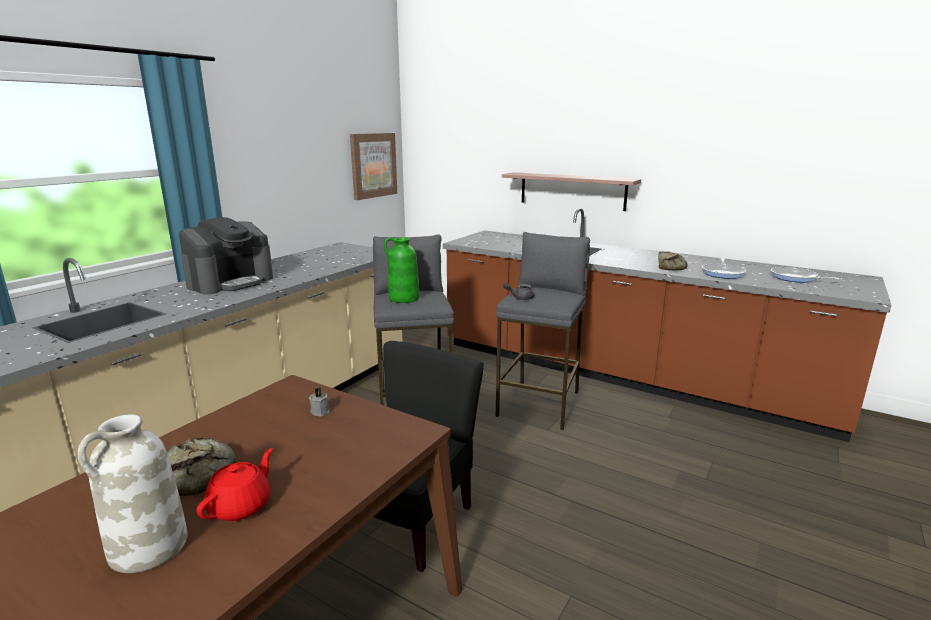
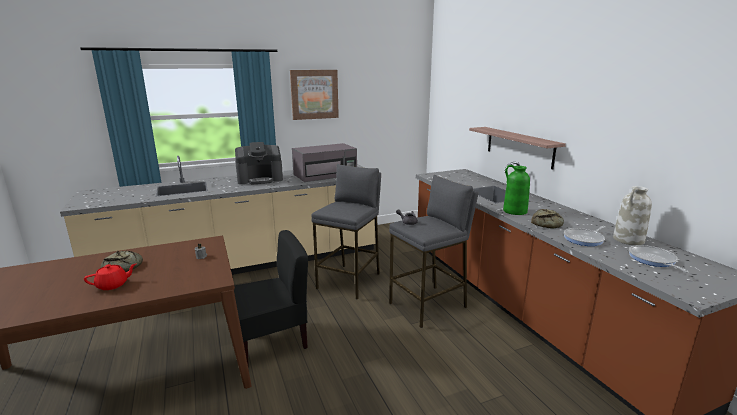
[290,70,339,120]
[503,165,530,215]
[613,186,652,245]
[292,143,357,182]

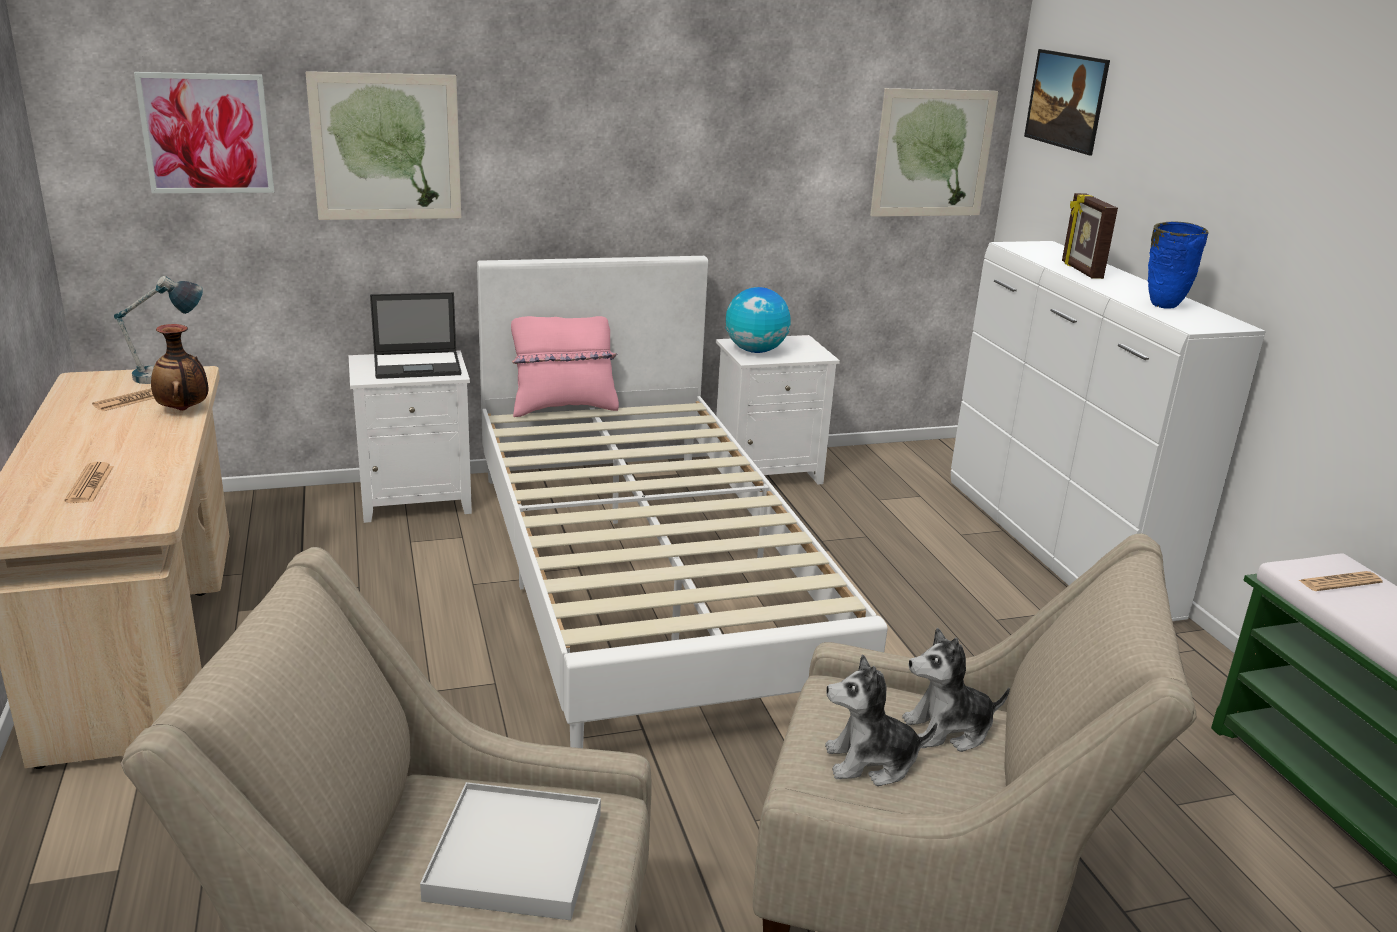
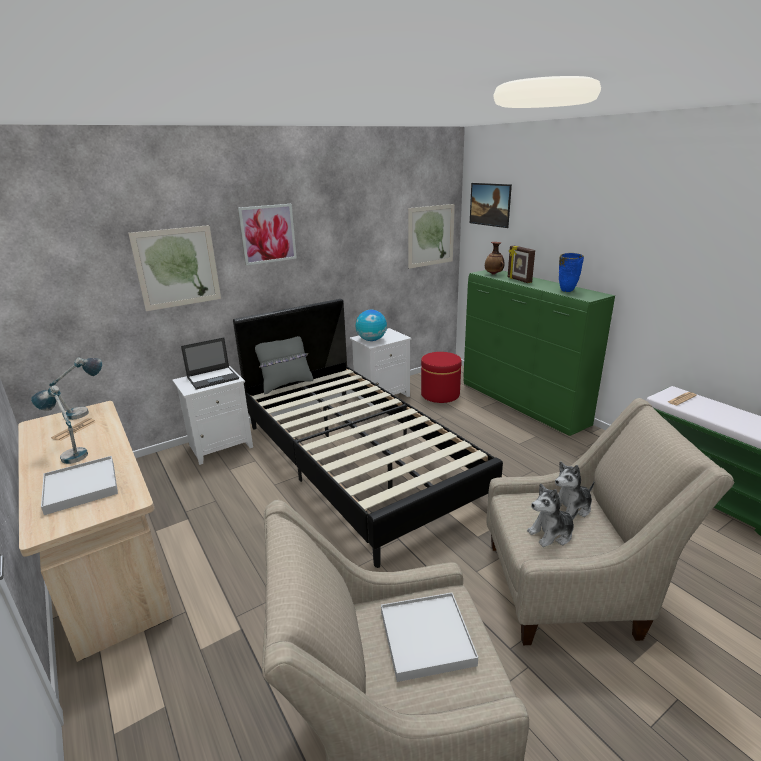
[238,204,297,265]
[463,270,615,436]
[233,299,503,568]
[255,336,313,395]
[485,242,505,275]
[41,456,118,515]
[421,352,462,403]
[31,386,88,464]

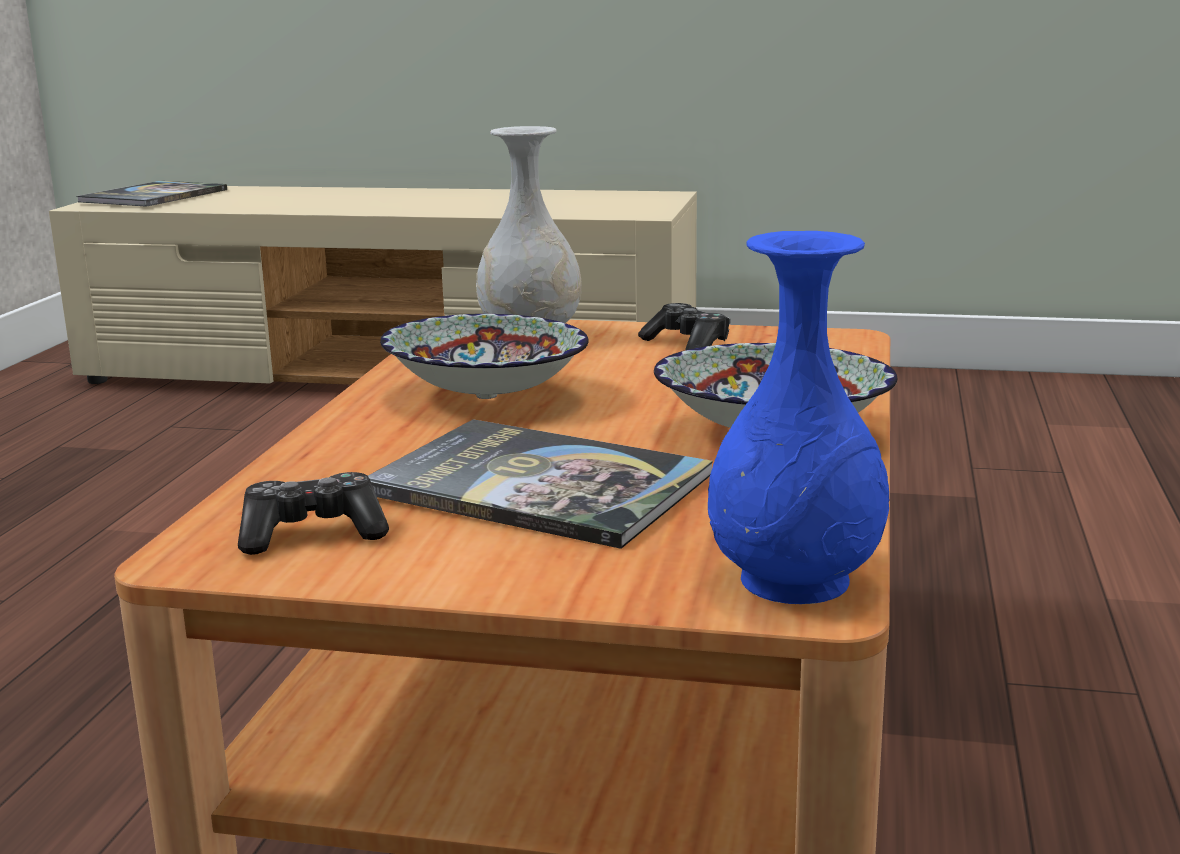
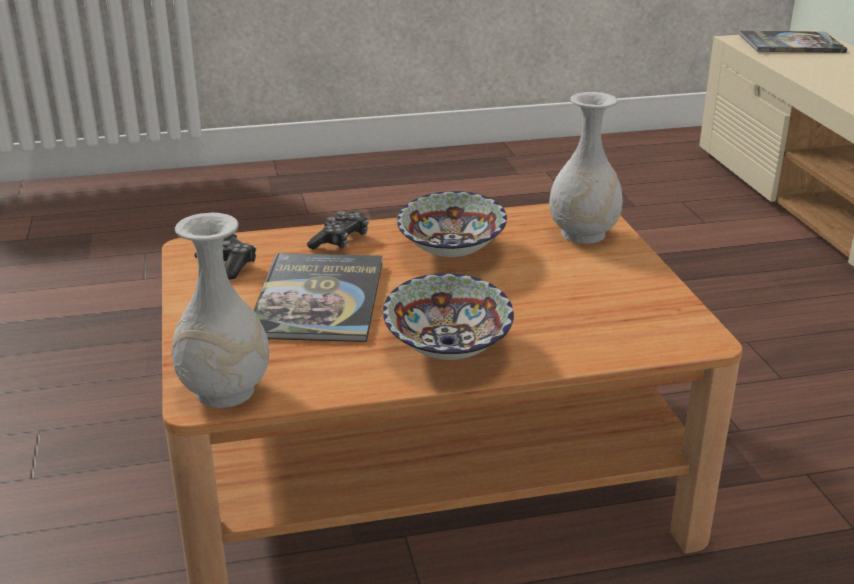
[171,213,269,408]
[307,211,369,250]

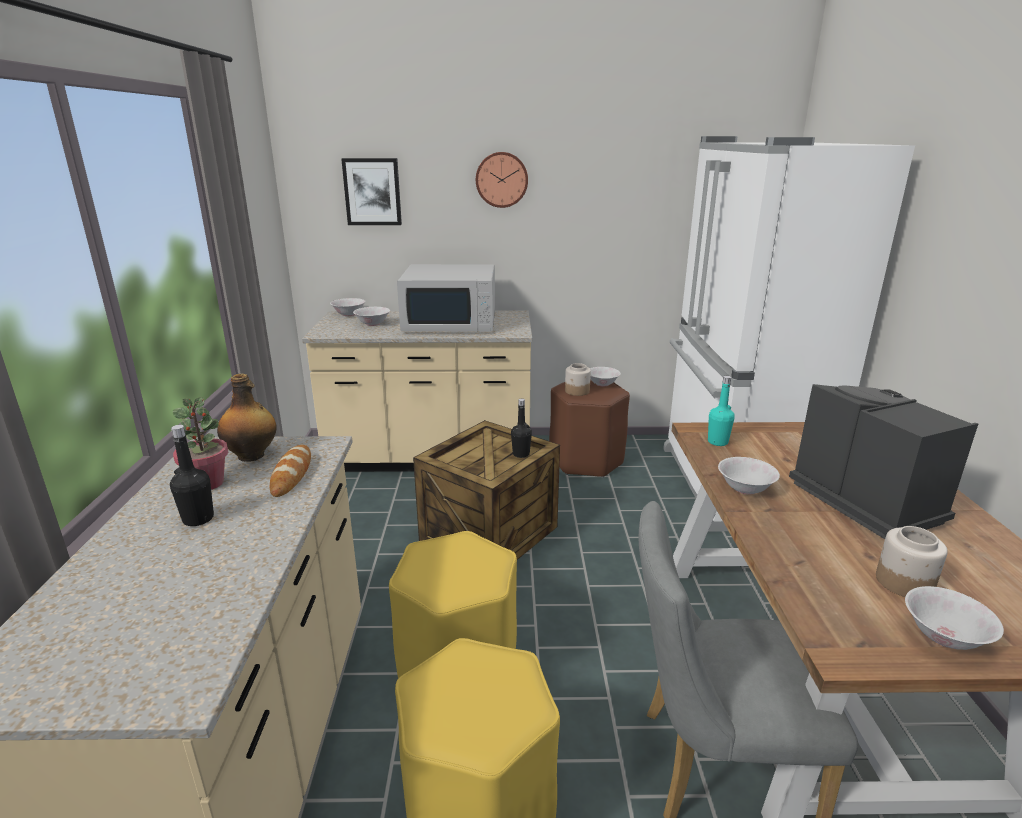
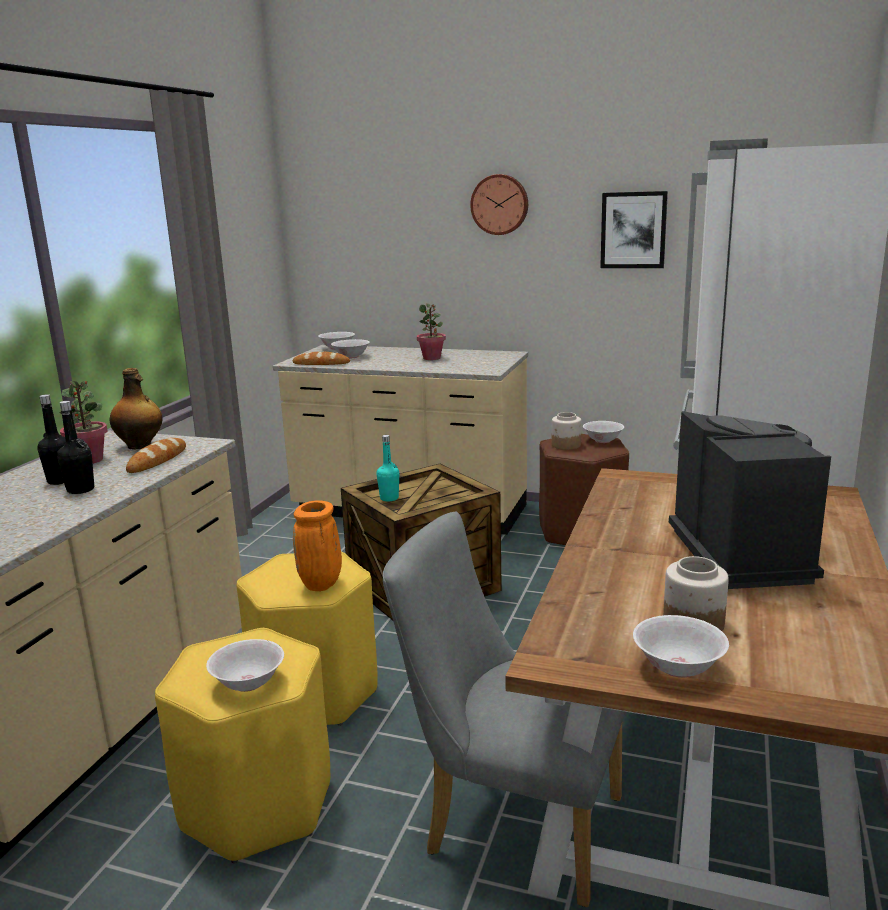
[600,191,668,268]
[417,303,446,360]
[376,435,399,502]
[57,401,94,494]
[206,639,284,692]
[293,352,350,365]
[293,500,342,591]

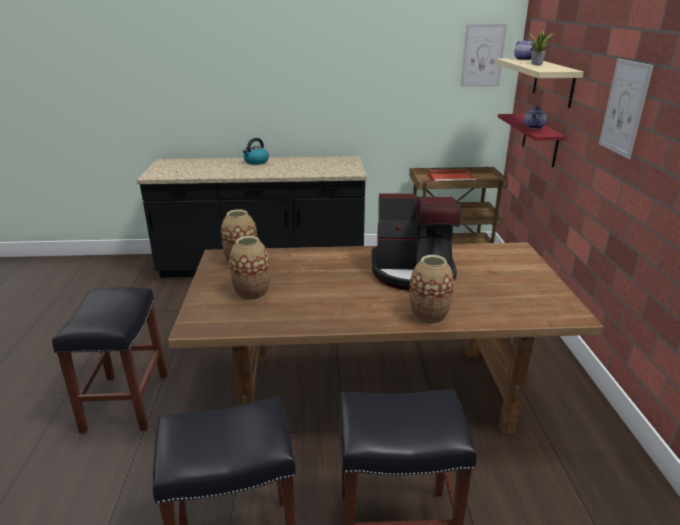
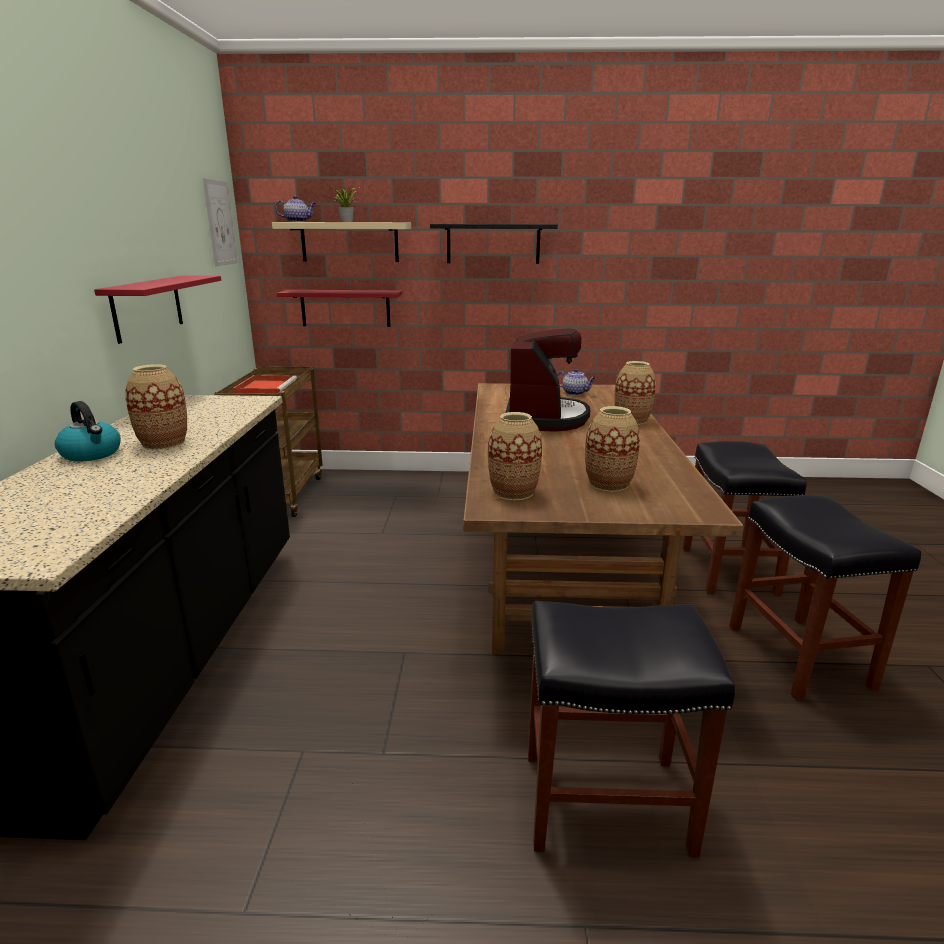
[430,224,558,264]
[557,369,596,395]
[94,275,221,344]
[126,364,187,450]

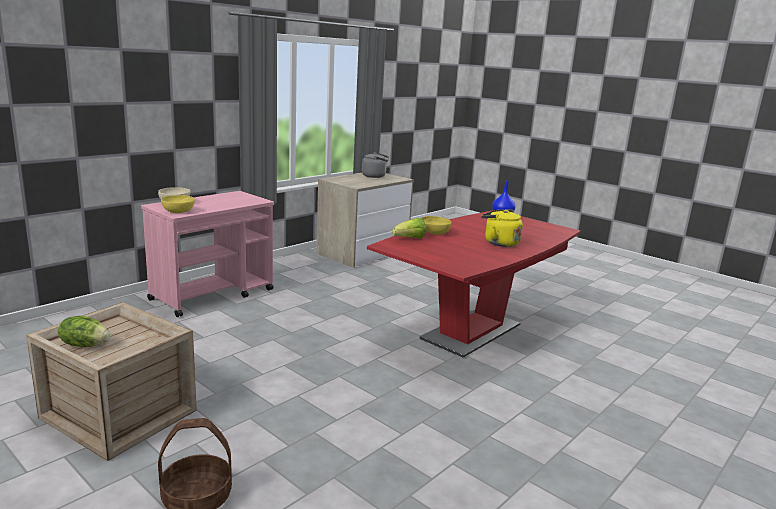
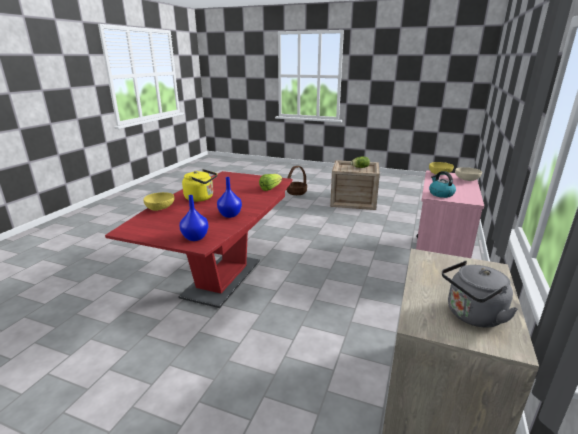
[144,192,174,211]
[429,171,456,198]
[217,177,242,218]

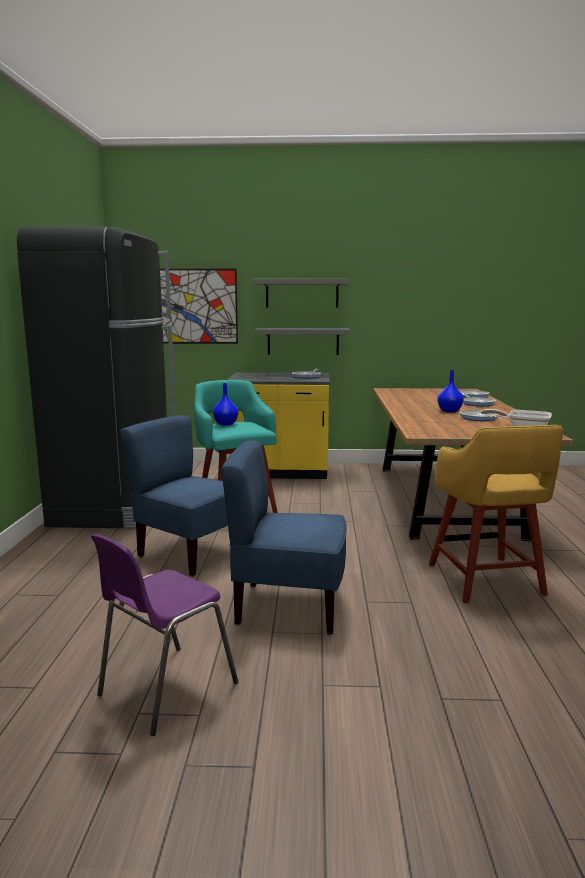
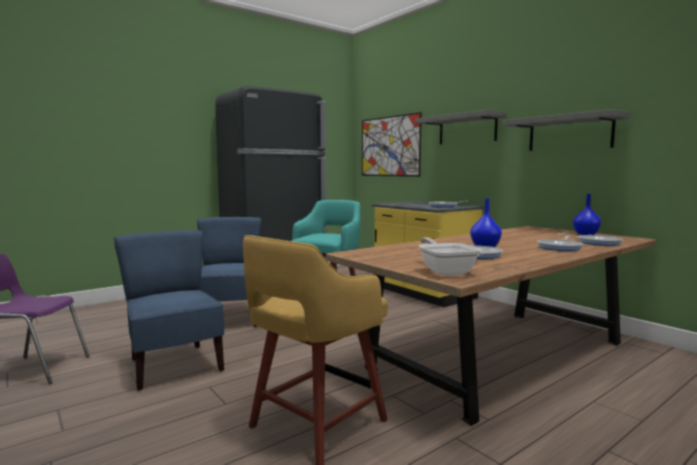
[503,109,630,151]
[573,194,601,235]

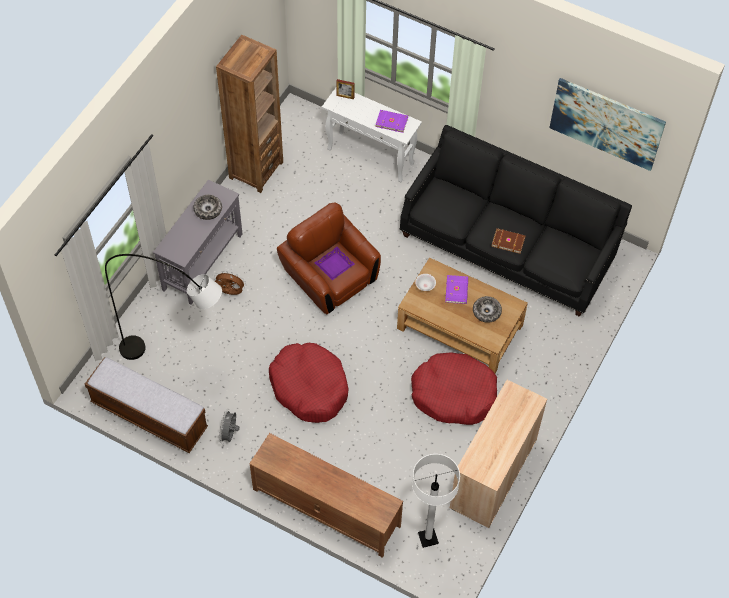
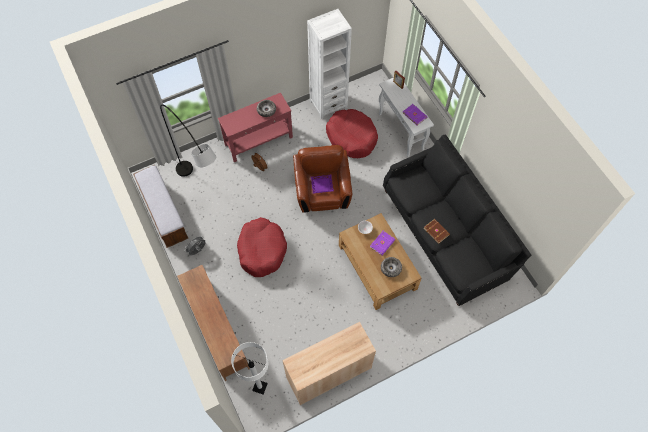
[307,9,352,119]
[549,78,666,171] (first image)
[218,93,293,162]
[326,109,378,158]

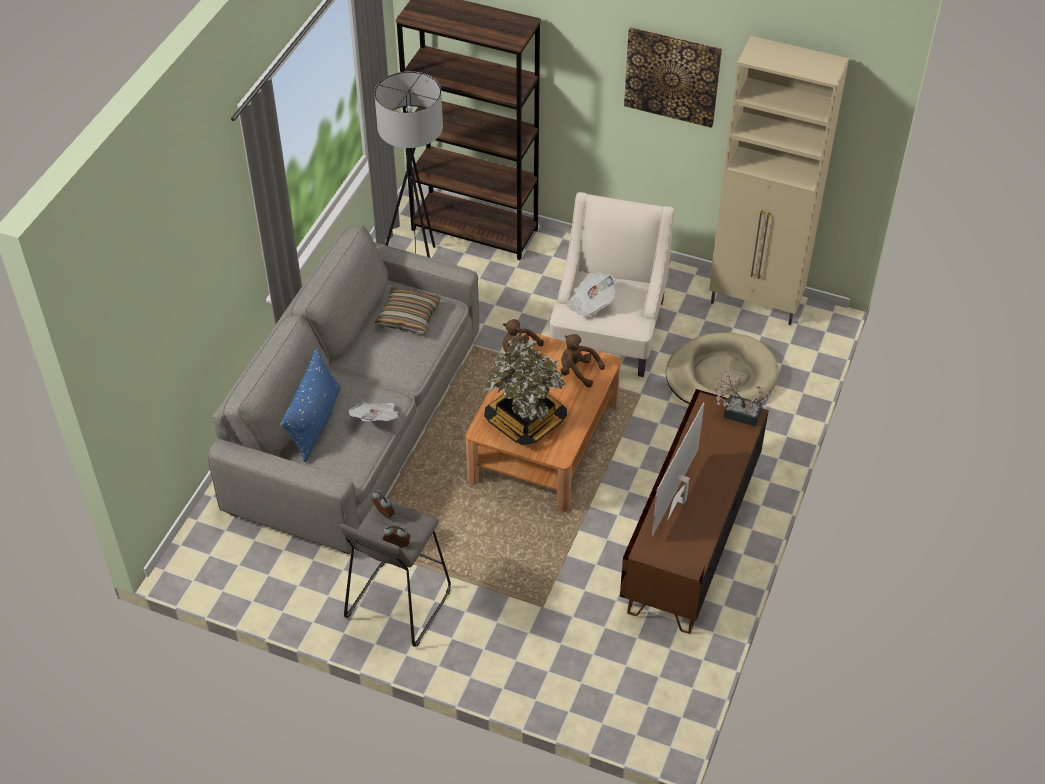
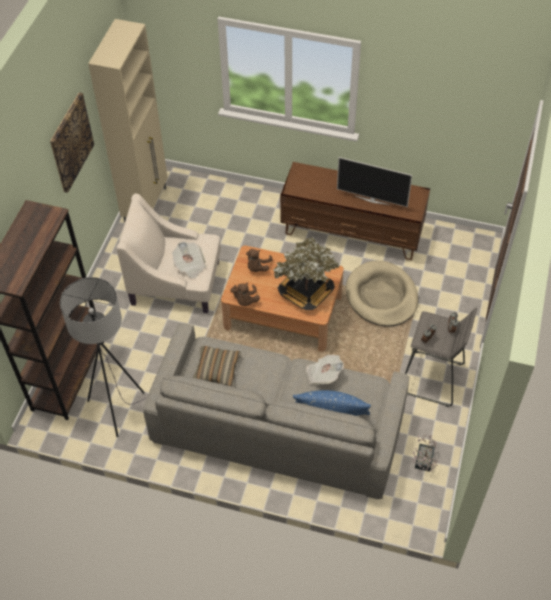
[346,260,418,327]
[412,435,440,472]

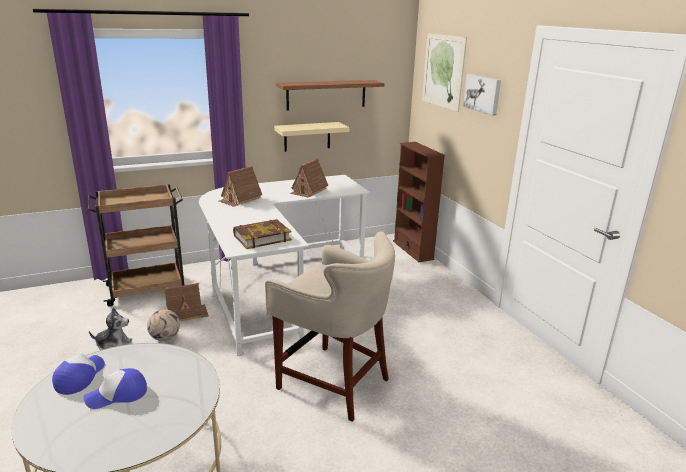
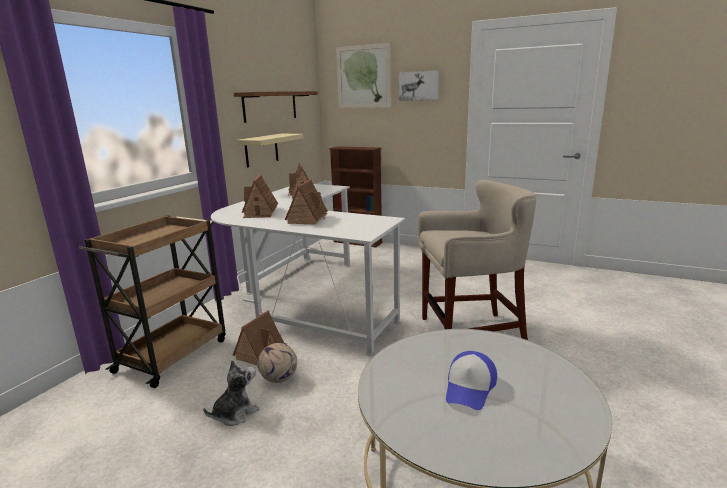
[233,219,292,249] (first image)
[52,354,105,395] (first image)
[285,179,328,224]

